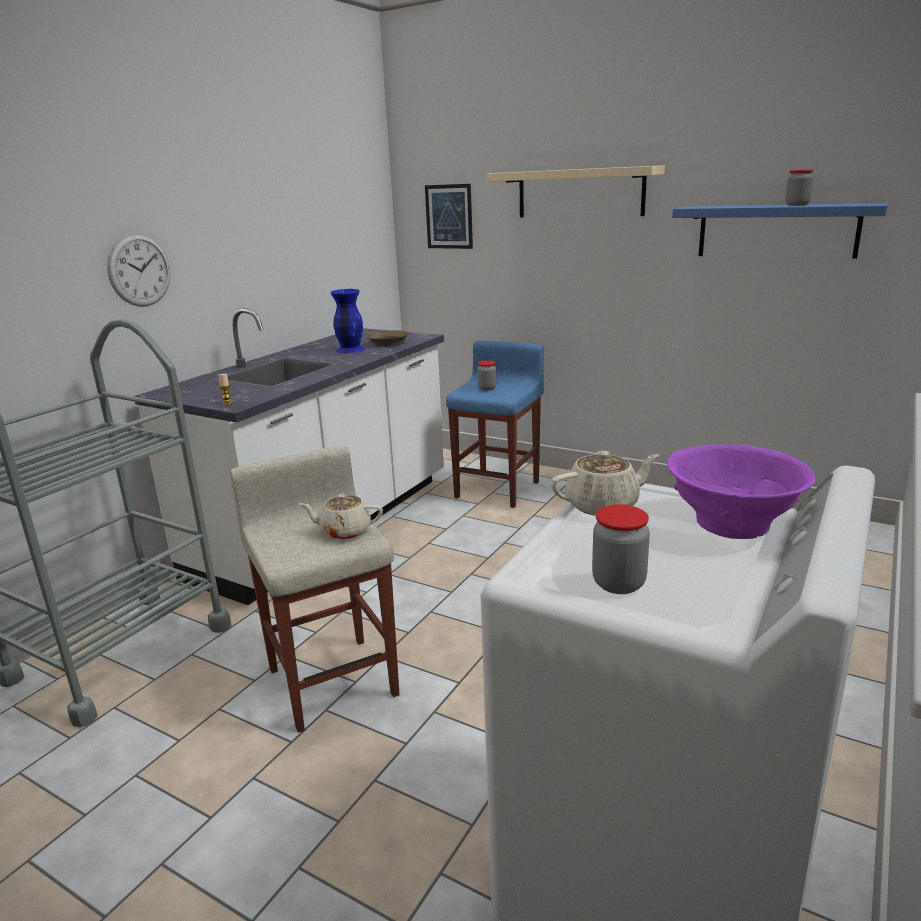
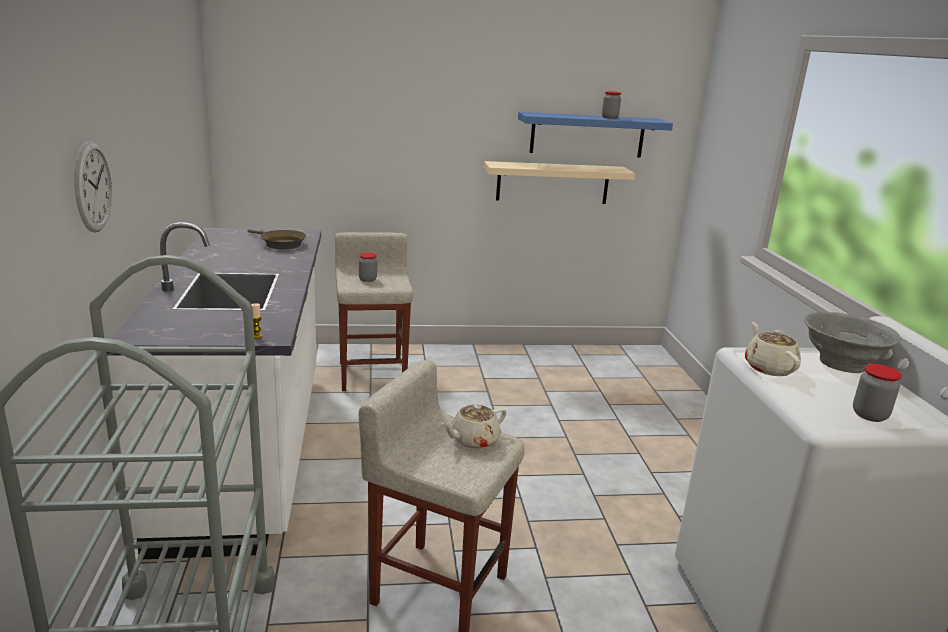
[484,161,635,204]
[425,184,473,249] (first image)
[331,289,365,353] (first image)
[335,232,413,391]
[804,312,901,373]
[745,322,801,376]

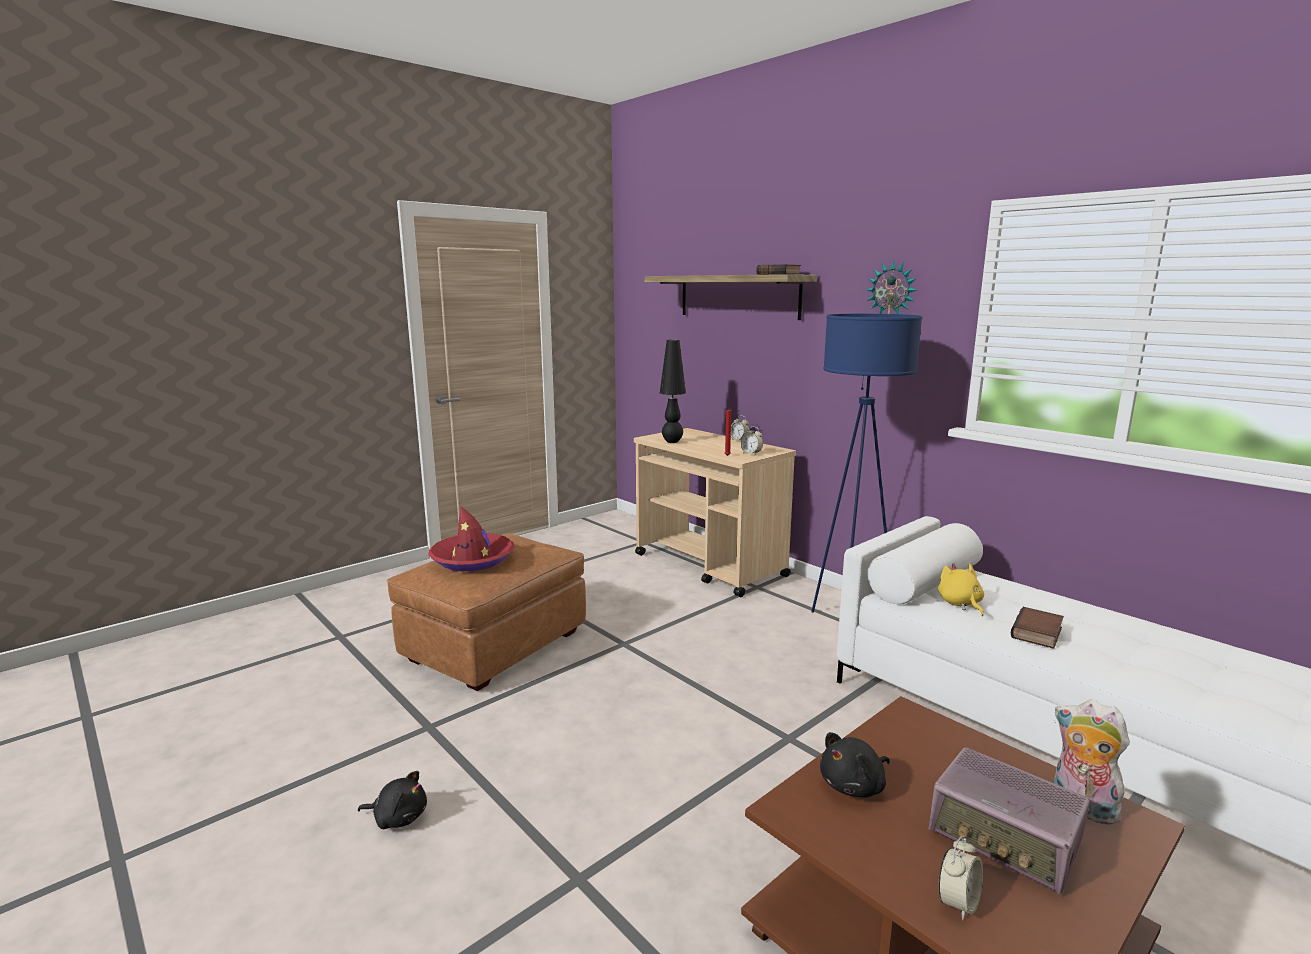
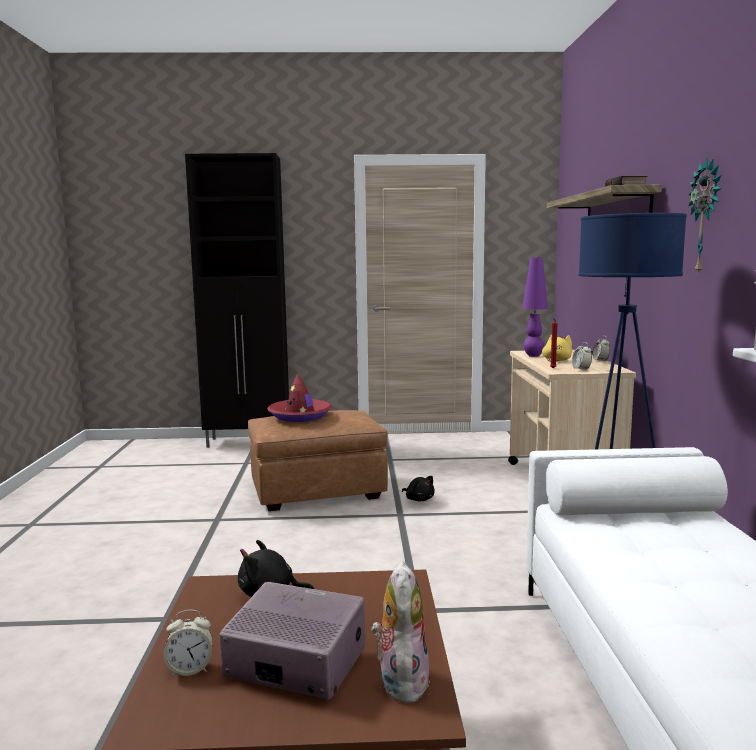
[522,258,548,357]
[542,335,572,362]
[1011,607,1064,649] (first image)
[220,582,366,699]
[402,476,435,501]
[185,153,289,448]

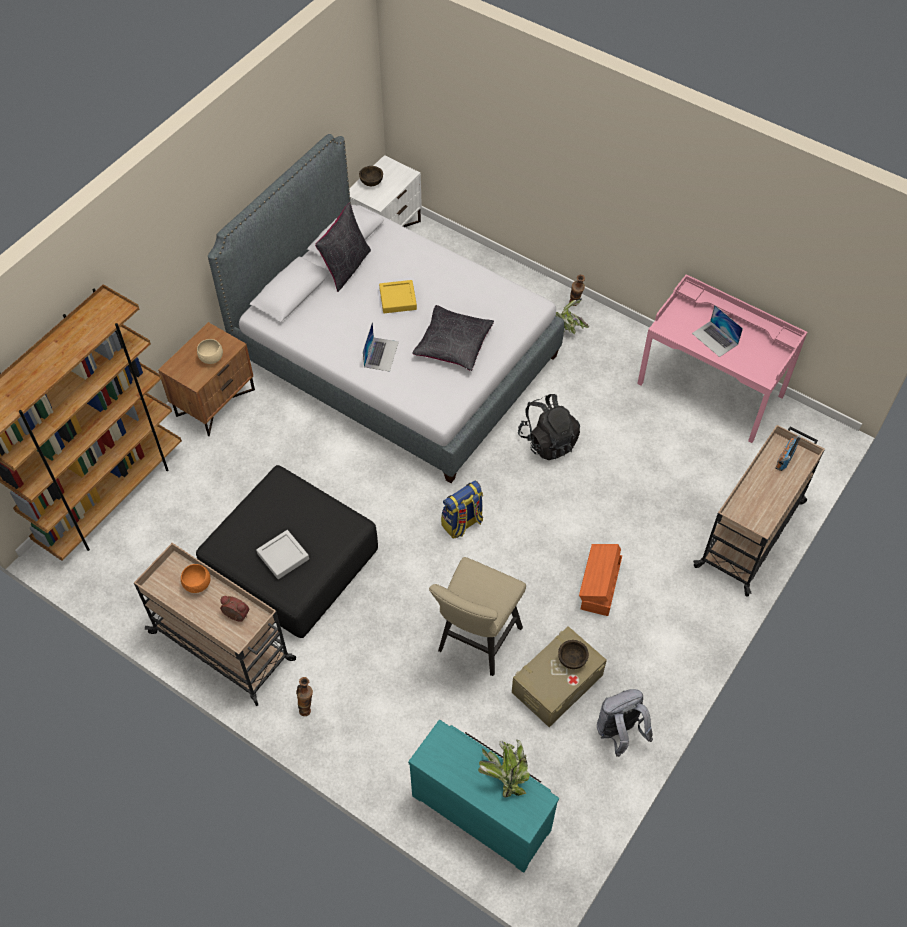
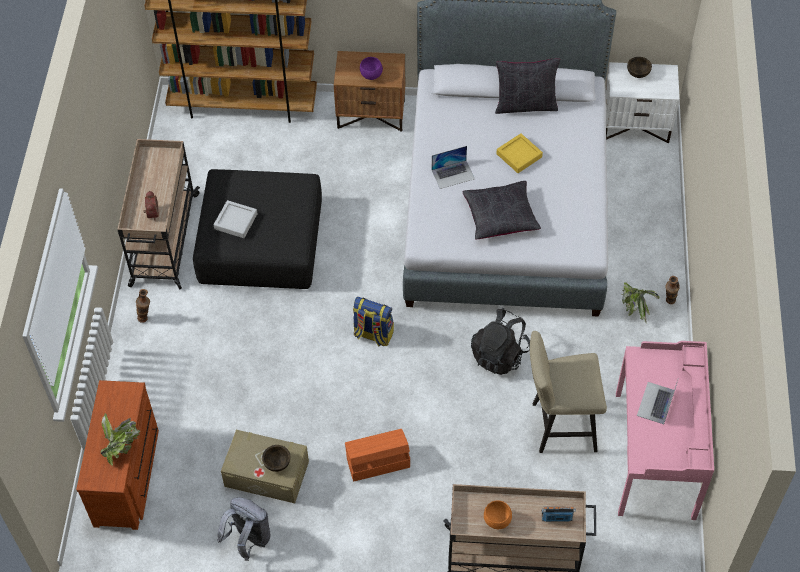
[360,57,383,80]
[530,331,607,453]
[484,501,512,529]
[76,380,159,530]

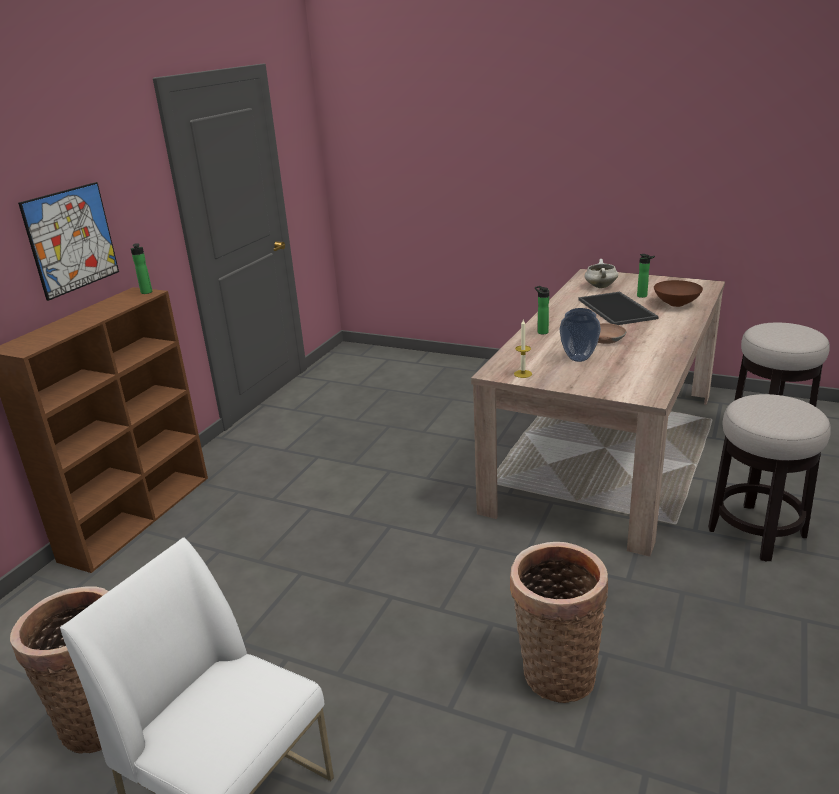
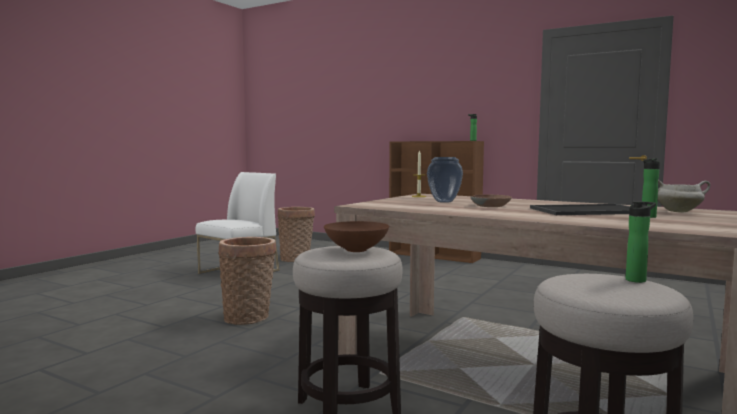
[18,182,119,301] (first image)
[324,221,389,252]
[626,201,656,283]

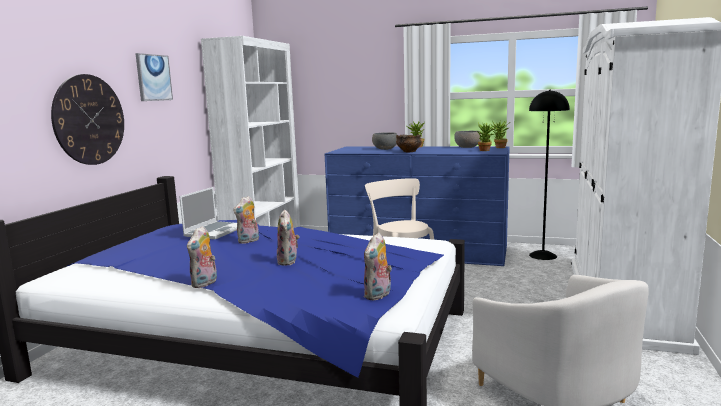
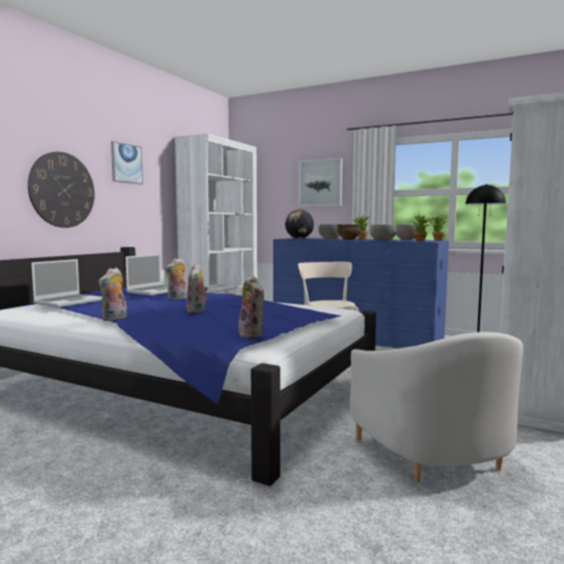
[238,275,265,338]
[298,158,342,206]
[285,209,314,239]
[370,224,397,241]
[31,259,102,307]

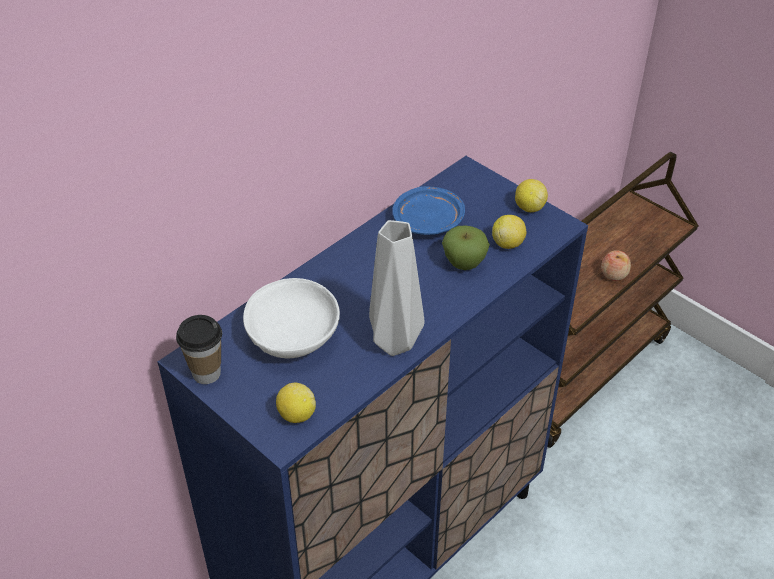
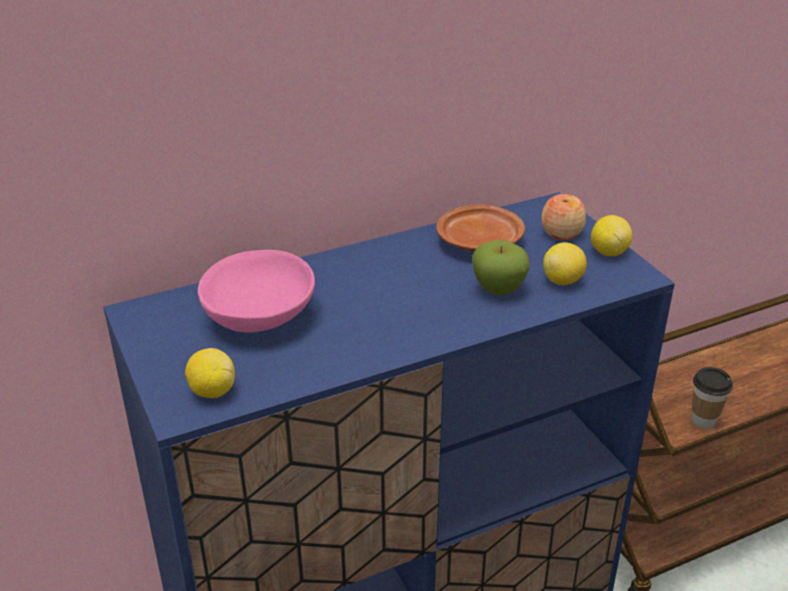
[436,204,525,252]
[369,220,425,356] (first image)
[541,194,586,240]
[198,250,315,332]
[692,367,733,429]

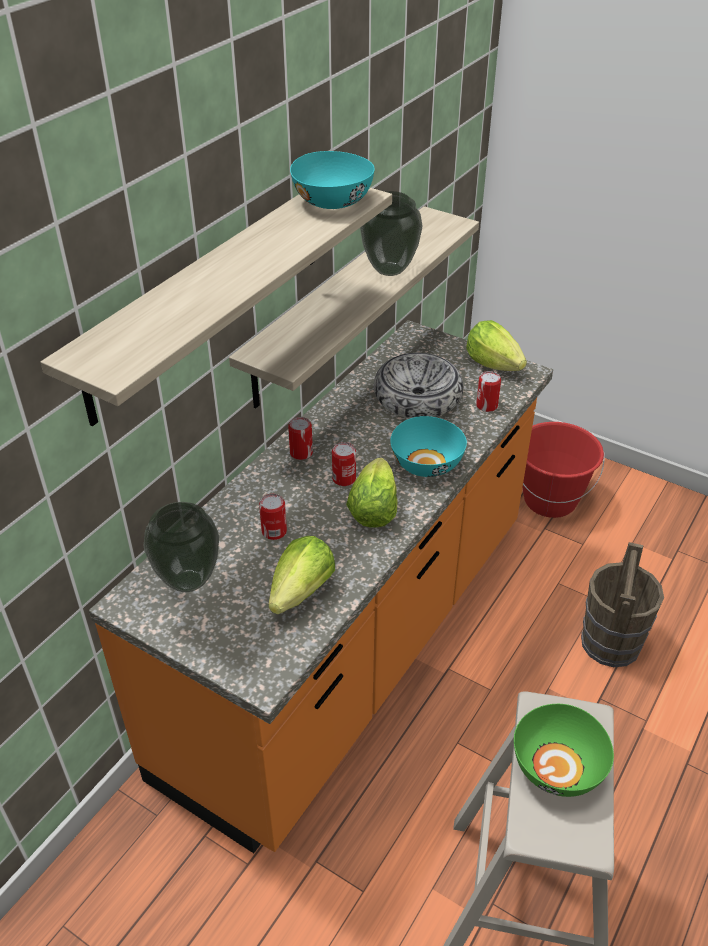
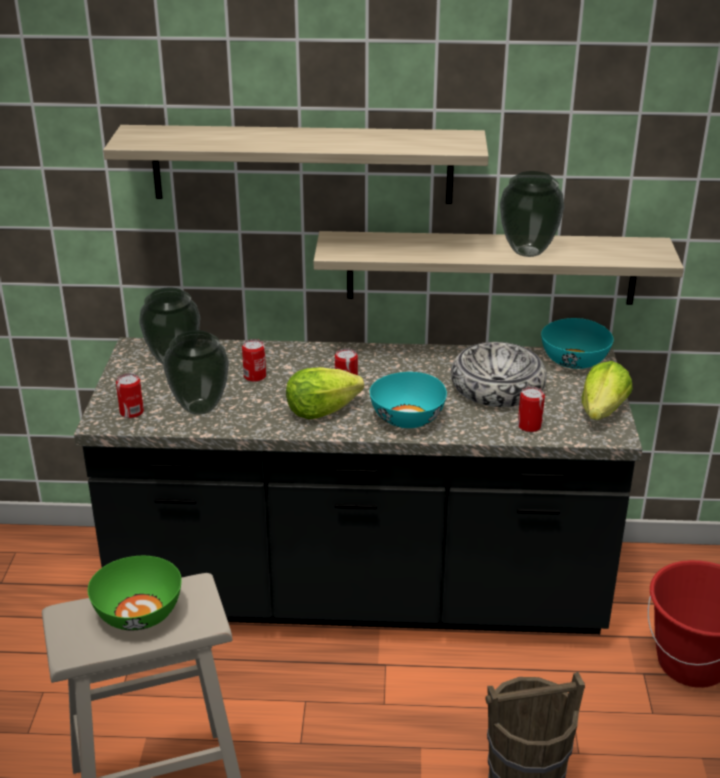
[541,318,614,369]
[74,337,642,634]
[116,373,144,418]
[164,330,229,415]

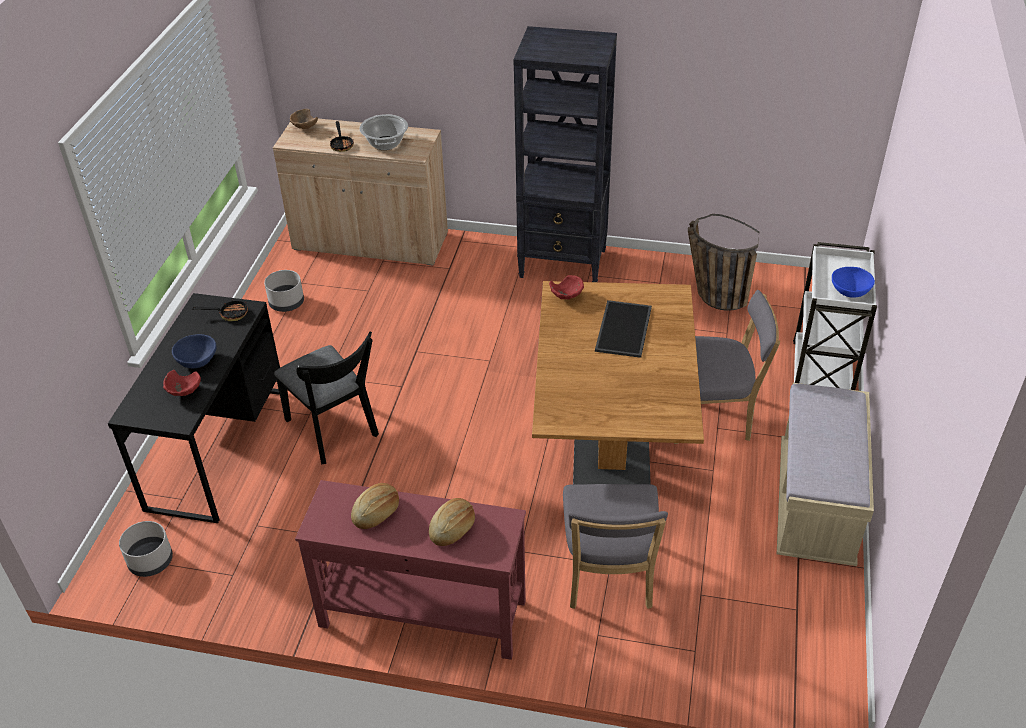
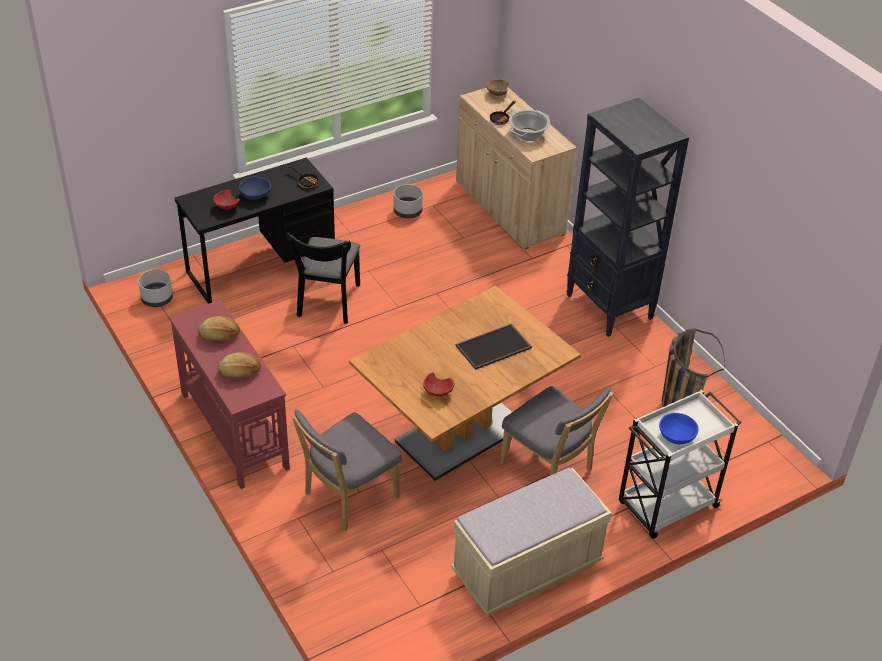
[423,373,454,397]

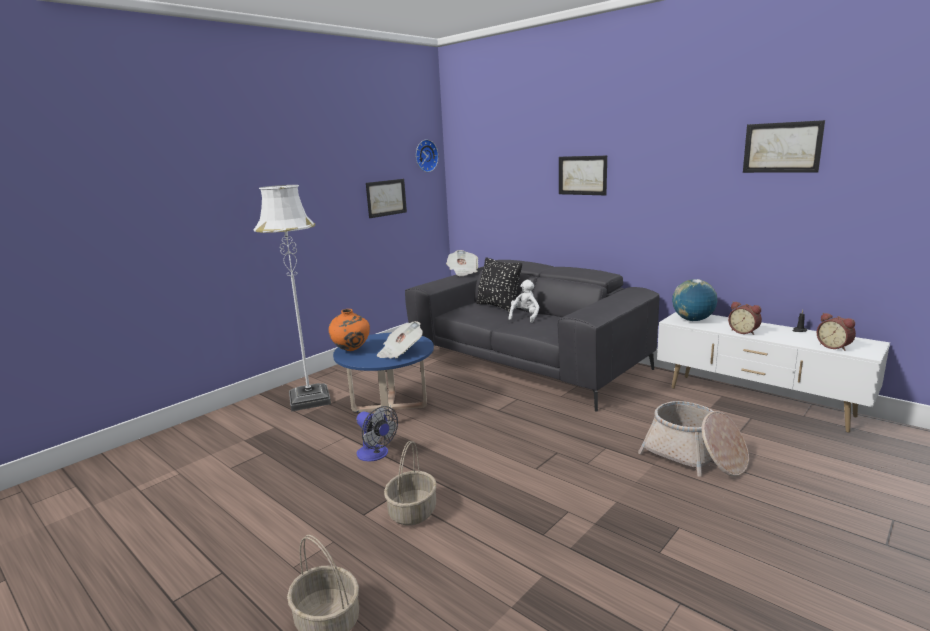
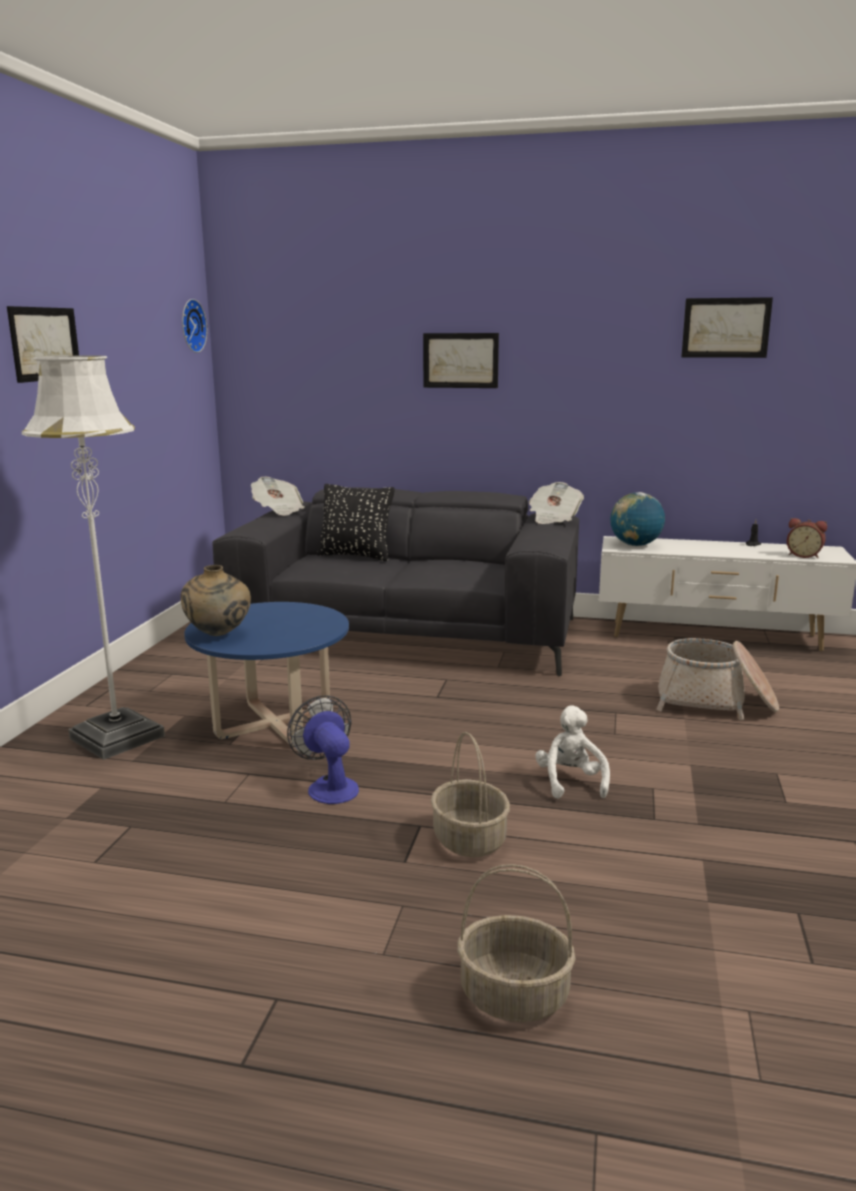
[7,306,79,383]
[535,705,610,799]
[728,302,762,335] (first image)
[181,565,251,636]
[529,482,584,524]
[287,695,359,804]

